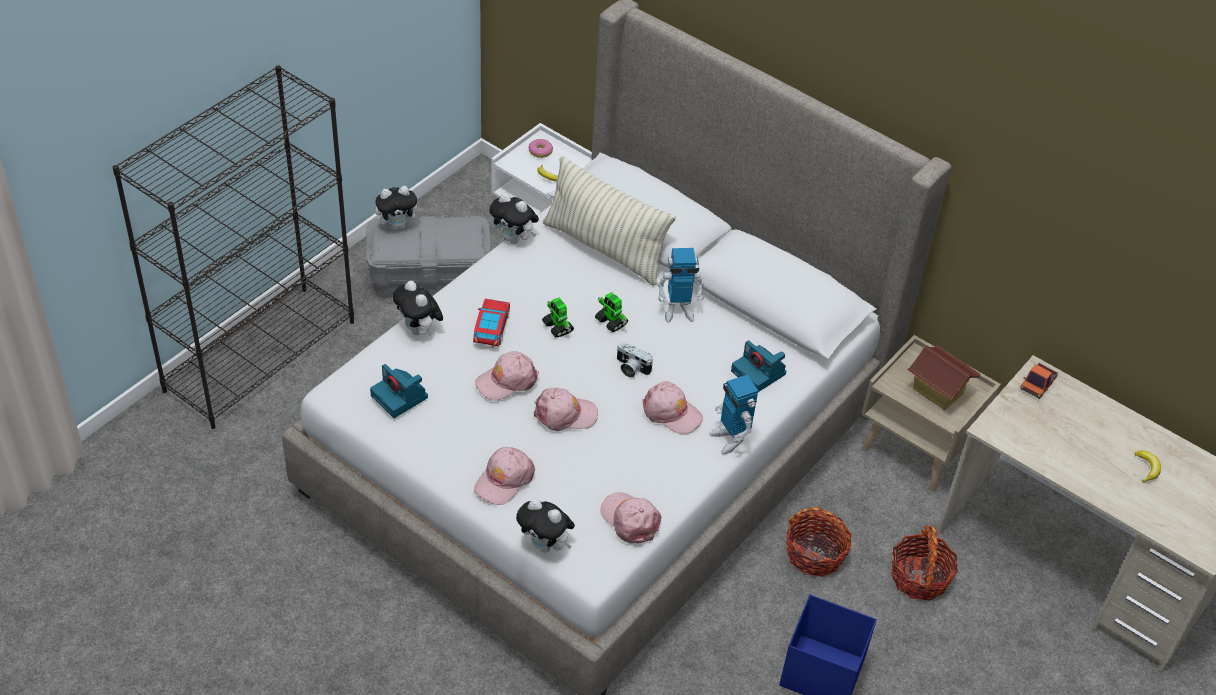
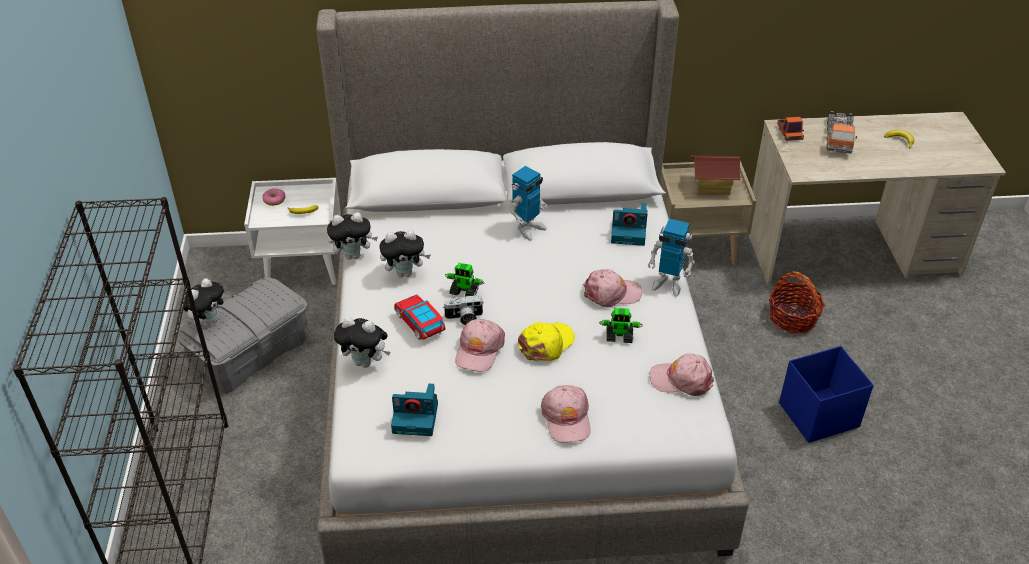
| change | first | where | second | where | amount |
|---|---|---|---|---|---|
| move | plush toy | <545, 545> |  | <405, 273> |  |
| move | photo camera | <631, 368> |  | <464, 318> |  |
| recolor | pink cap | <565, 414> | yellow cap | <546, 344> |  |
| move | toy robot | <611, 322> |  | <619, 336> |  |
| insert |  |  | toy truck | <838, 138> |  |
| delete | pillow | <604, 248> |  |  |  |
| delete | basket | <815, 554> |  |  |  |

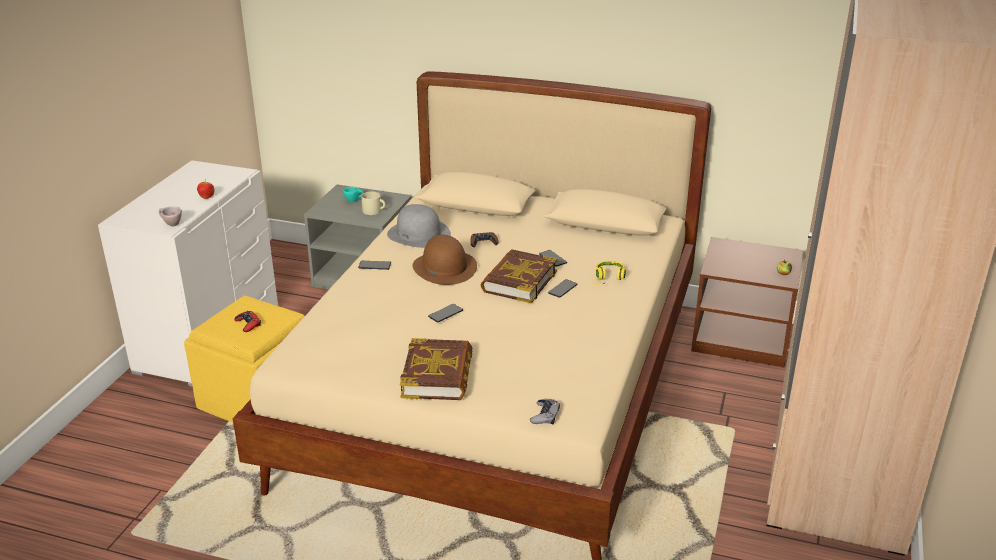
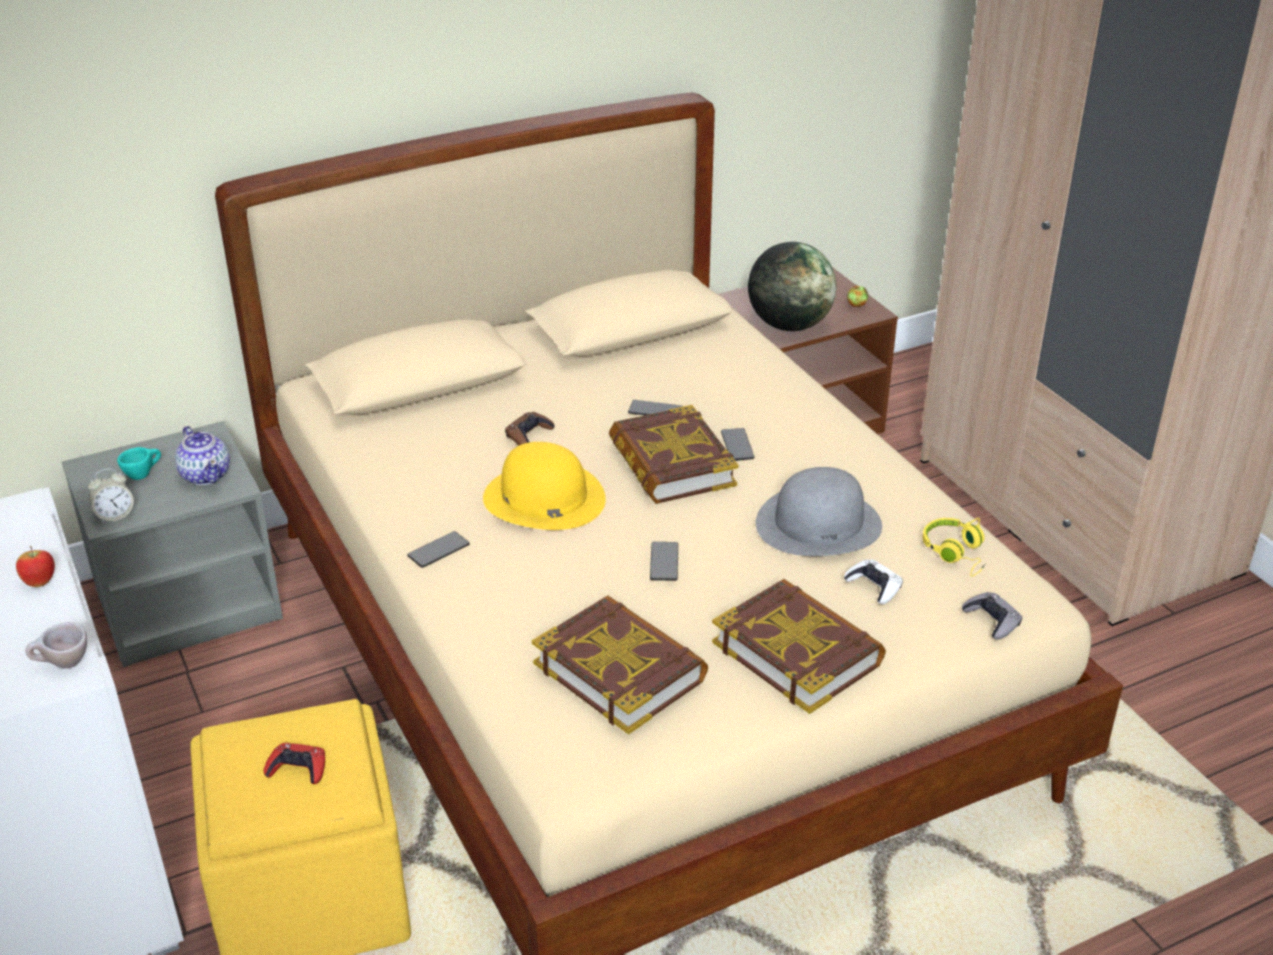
| change | first | where | second | where | amount |
|---|---|---|---|---|---|
| insert |  |  | alarm clock | <115, 515> |  |
| replace | beige mug | <374, 211> | teapot | <206, 474> |  |
| recolor | brown hat | <444, 267> | yellow hat | <543, 498> |  |
| insert |  |  | book | <620, 671> |  |
| insert |  |  | globe | <789, 325> |  |
| move | grey hat | <419, 234> |  | <819, 523> |  |
| insert |  |  | white game controller | <874, 586> |  |
| move | yellow headphones | <608, 278> |  | <956, 553> |  |

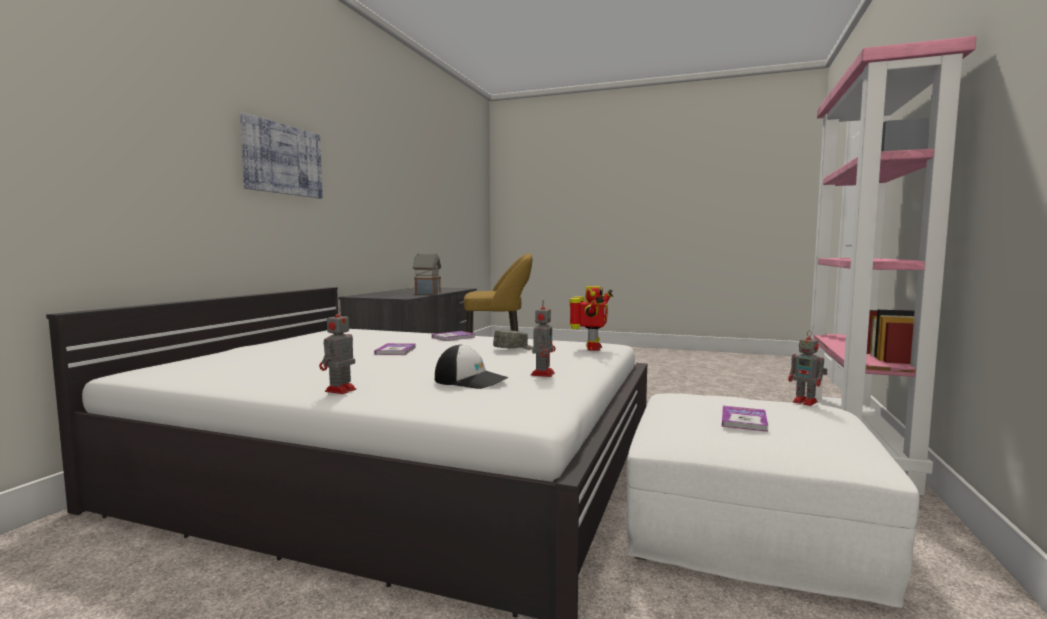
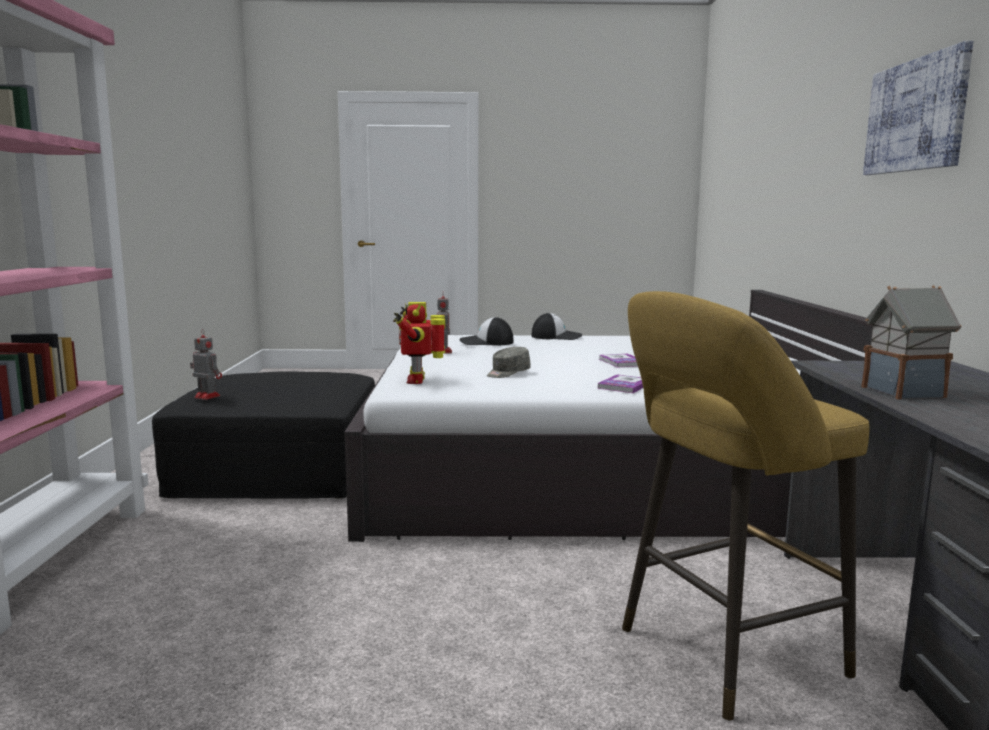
| change | first | where | second | where | amount |
|---|---|---|---|---|---|
| recolor | white ottoman | <746, 524> | black ottoman | <280, 469> |  |
| replace | toy robot | <339, 391> | cap | <557, 336> |  |
| delete | book | <744, 420> |  |  |  |

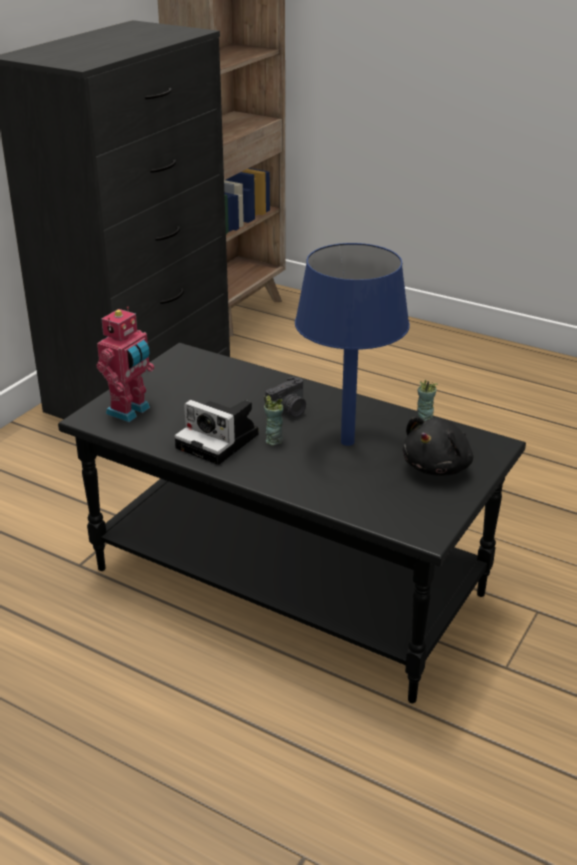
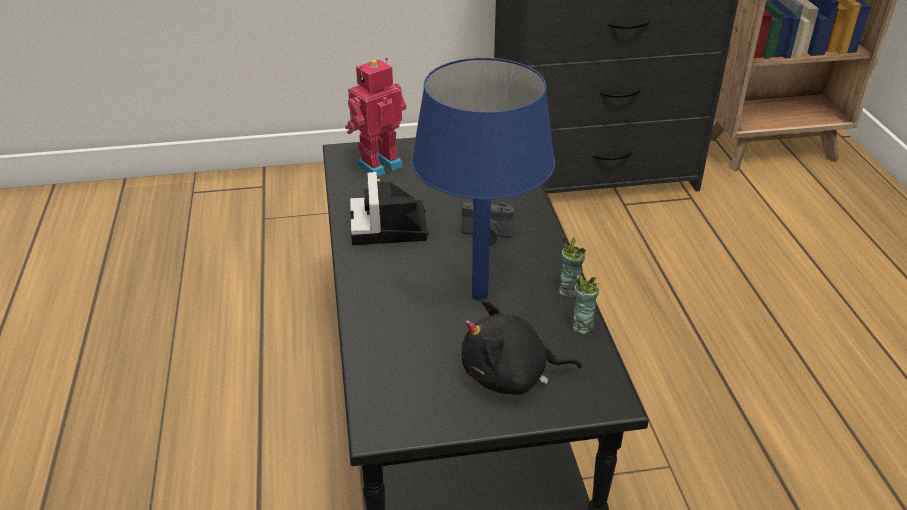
| change | first | where | second | where | amount |
|---|---|---|---|---|---|
| rotate | toy robot | <130, 411> |  | <378, 164> | 150 degrees clockwise |
| move | cup | <274, 440> |  | <569, 290> |  |

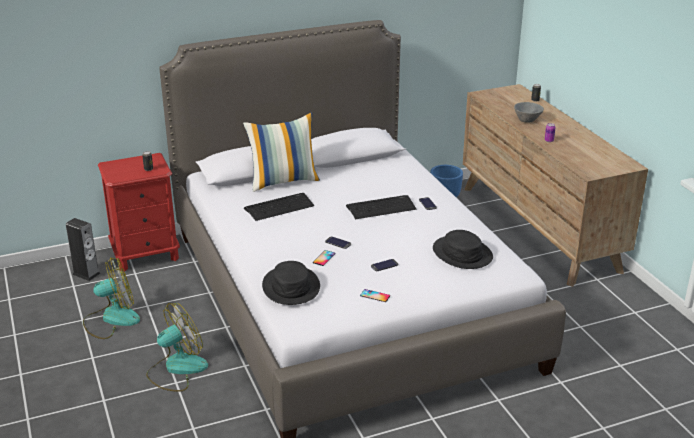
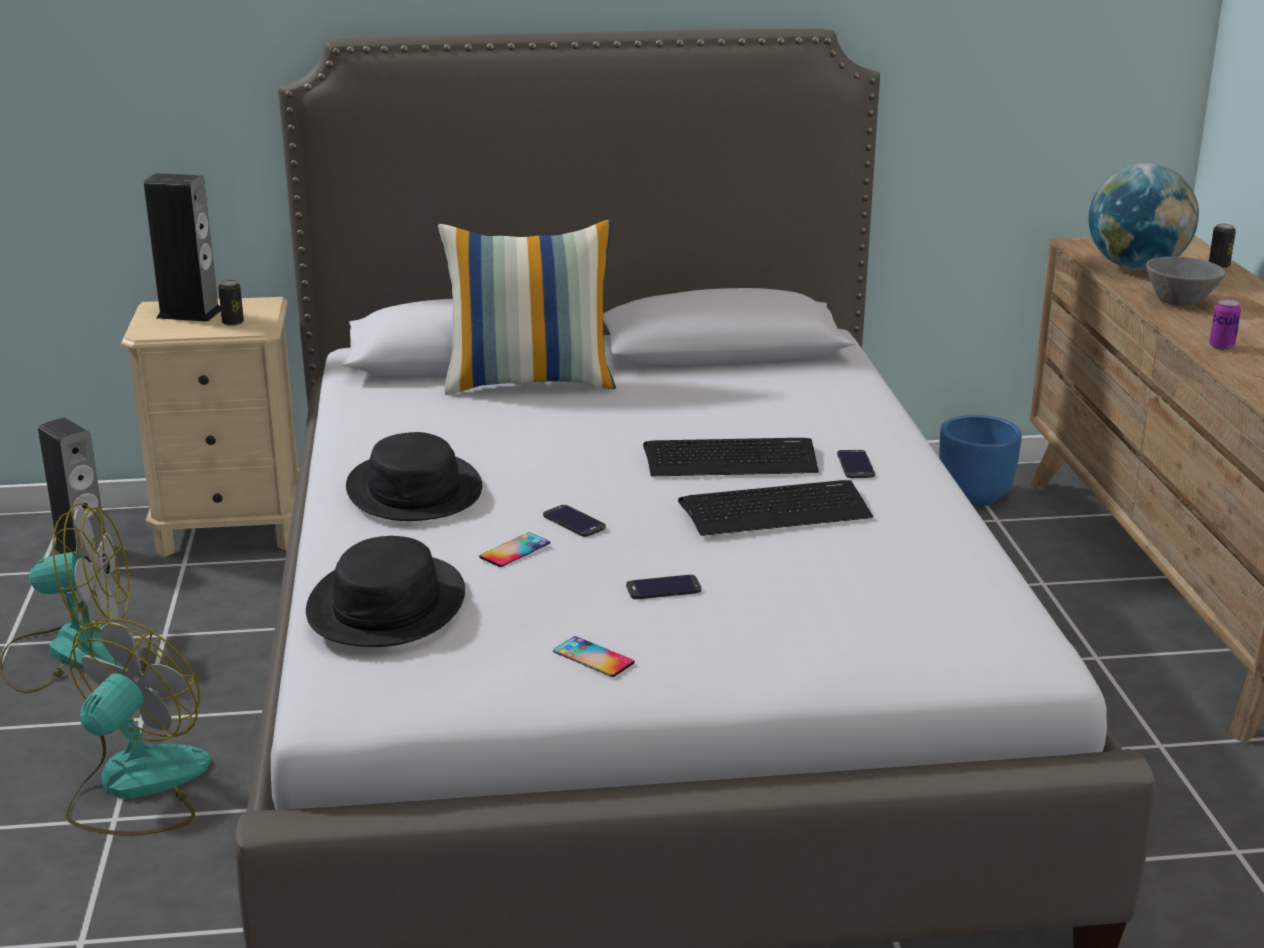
| change | first | where | second | where | amount |
|---|---|---|---|---|---|
| rotate | fan | <177, 369> |  | <137, 787> | 45 degrees counterclockwise |
| recolor | red nightstand | <146, 255> | beige nightstand | <231, 530> |  |
| insert |  |  | speaker | <189, 313> |  |
| move | black hat | <462, 253> |  | <415, 490> |  |
| move | keyboard | <279, 207> |  | <775, 510> |  |
| insert |  |  | globe | <1136, 267> |  |

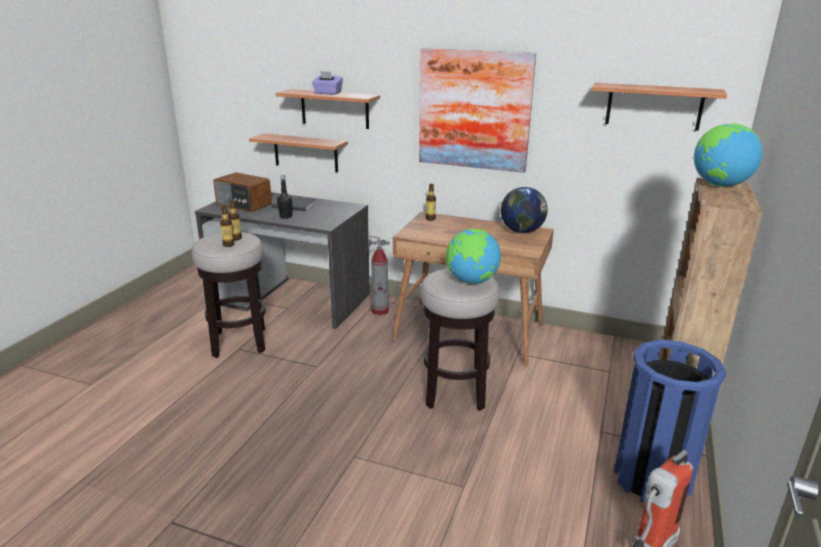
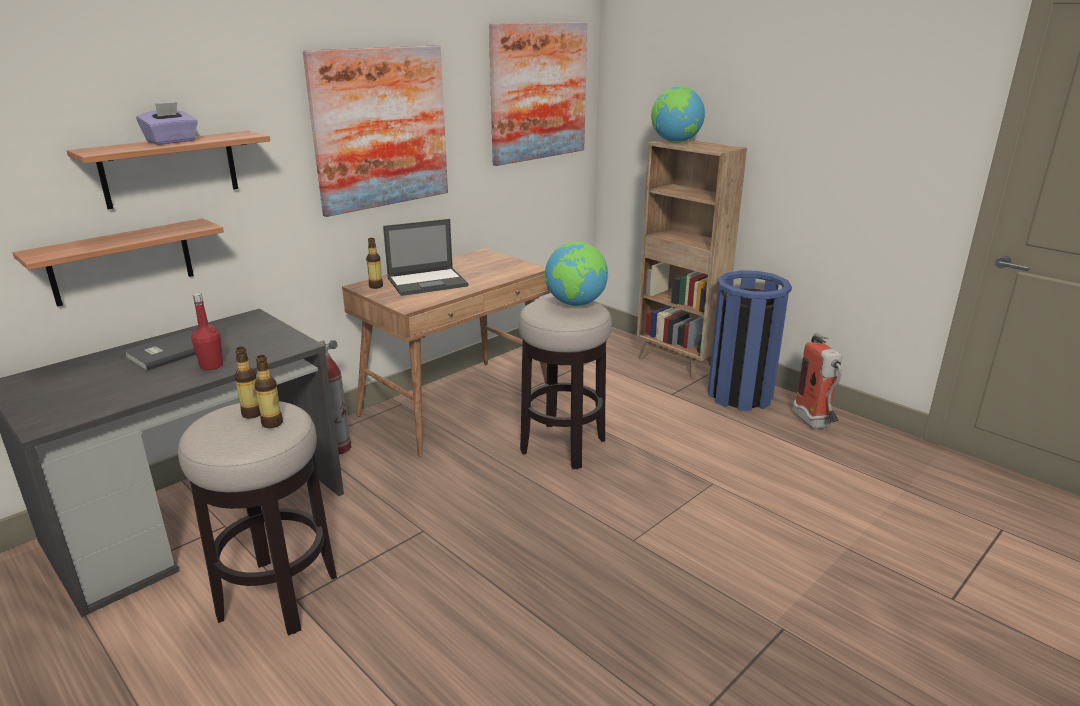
| change | first | where | second | where | amount |
|---|---|---|---|---|---|
| recolor | black bottle | <286, 216> | red bottle | <211, 365> |  |
| insert |  |  | laptop | <428, 282> |  |
| replace | shelf | <654, 106> | picture | <538, 92> |  |
| delete | radio | <243, 205> |  |  |  |
| delete | globe | <522, 231> |  |  |  |

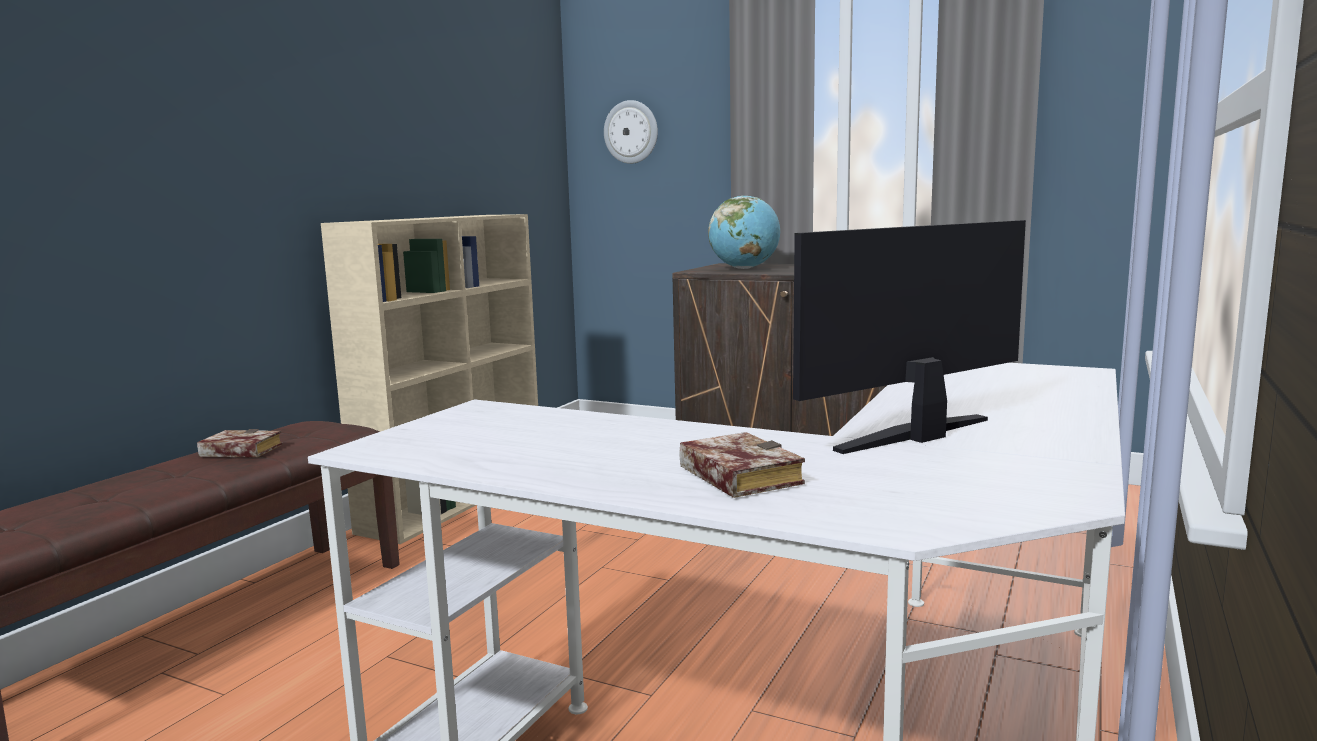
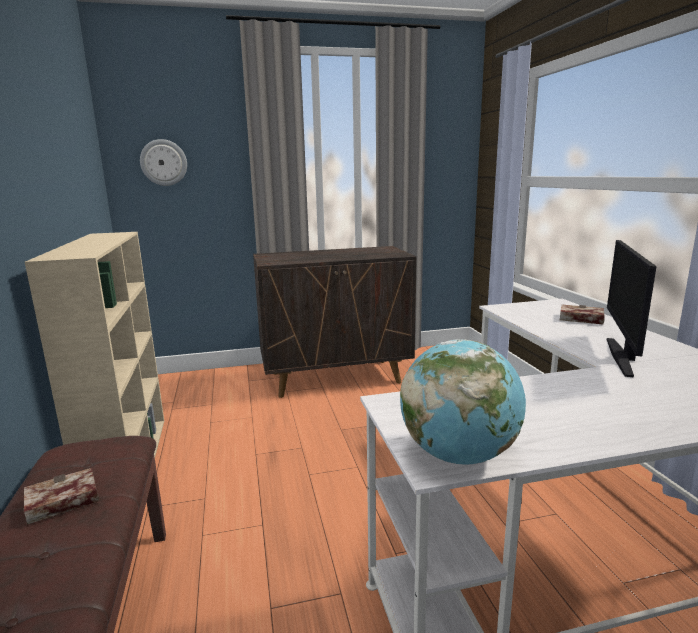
| change | first | where | second | where | amount |
|---|---|---|---|---|---|
| move | globe | <744, 268> |  | <458, 455> |  |
| move | book | <734, 476> |  | <579, 319> |  |

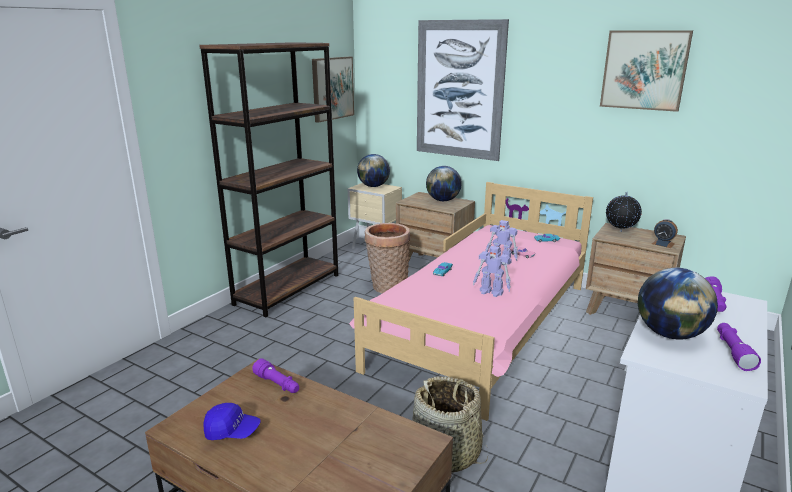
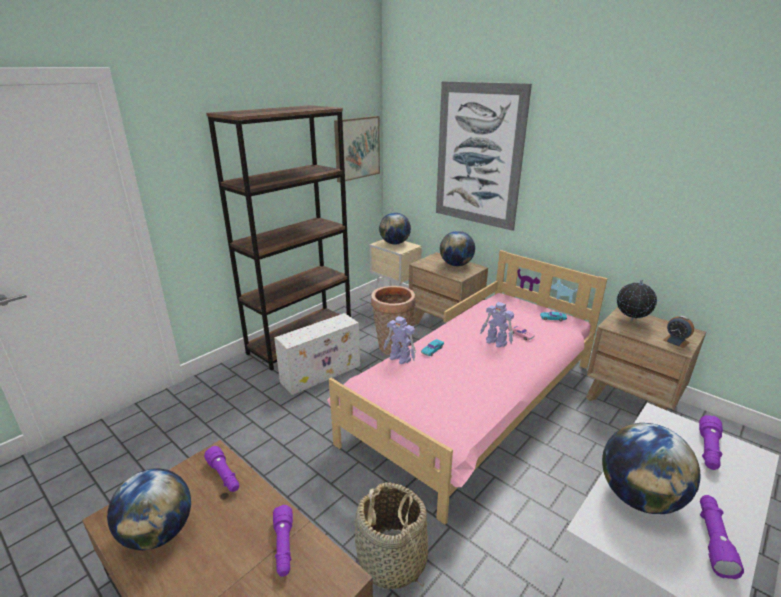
| change | first | where | second | where | amount |
|---|---|---|---|---|---|
| replace | blue cap | <232, 431> | globe | <159, 533> |  |
| insert |  |  | purple flashlight | <284, 547> |  |
| insert |  |  | white storage box | <322, 373> |  |
| move | toy robot | <491, 292> |  | <400, 358> |  |
| delete | picture | <644, 70> |  |  |  |

